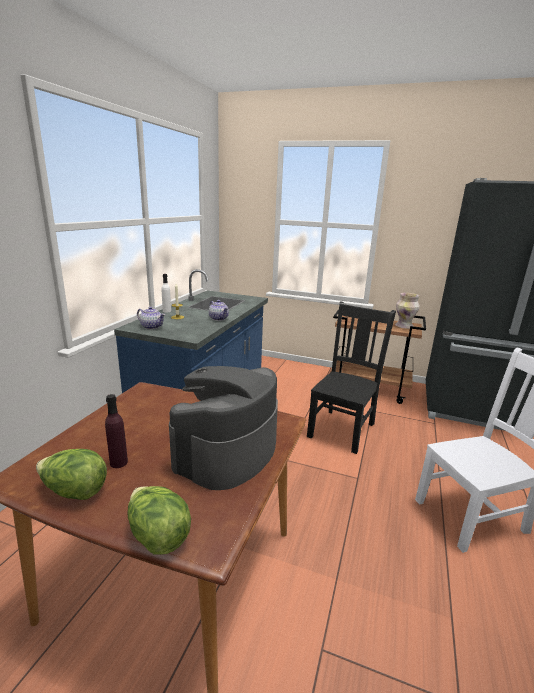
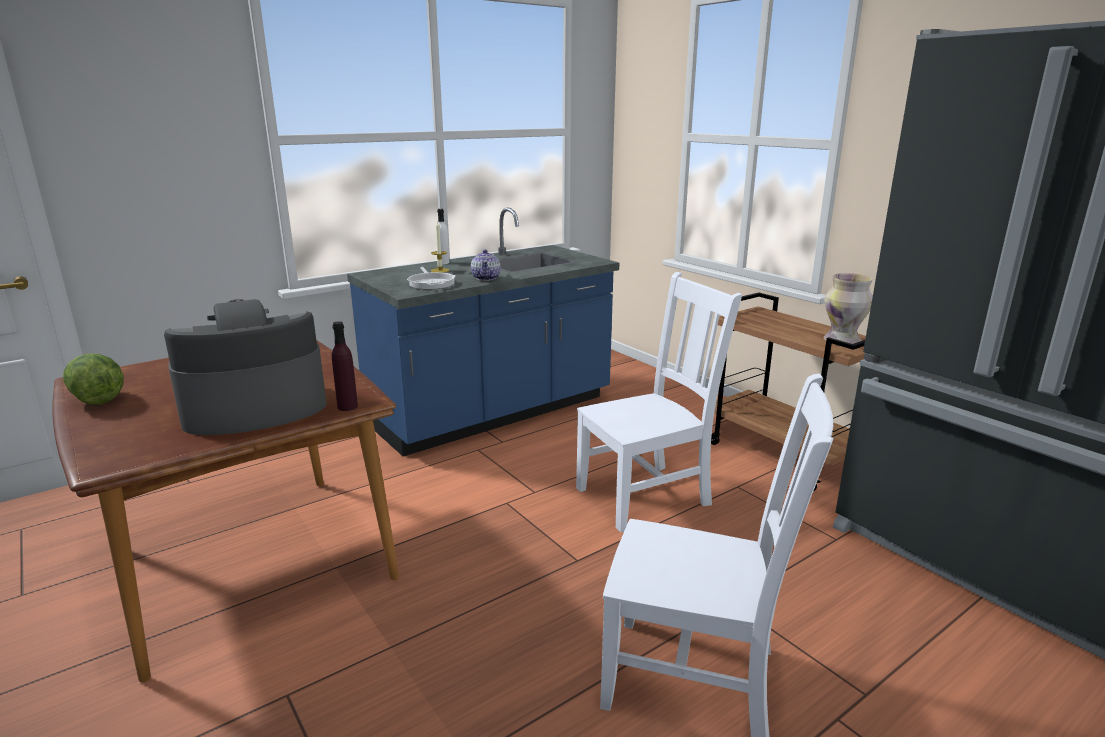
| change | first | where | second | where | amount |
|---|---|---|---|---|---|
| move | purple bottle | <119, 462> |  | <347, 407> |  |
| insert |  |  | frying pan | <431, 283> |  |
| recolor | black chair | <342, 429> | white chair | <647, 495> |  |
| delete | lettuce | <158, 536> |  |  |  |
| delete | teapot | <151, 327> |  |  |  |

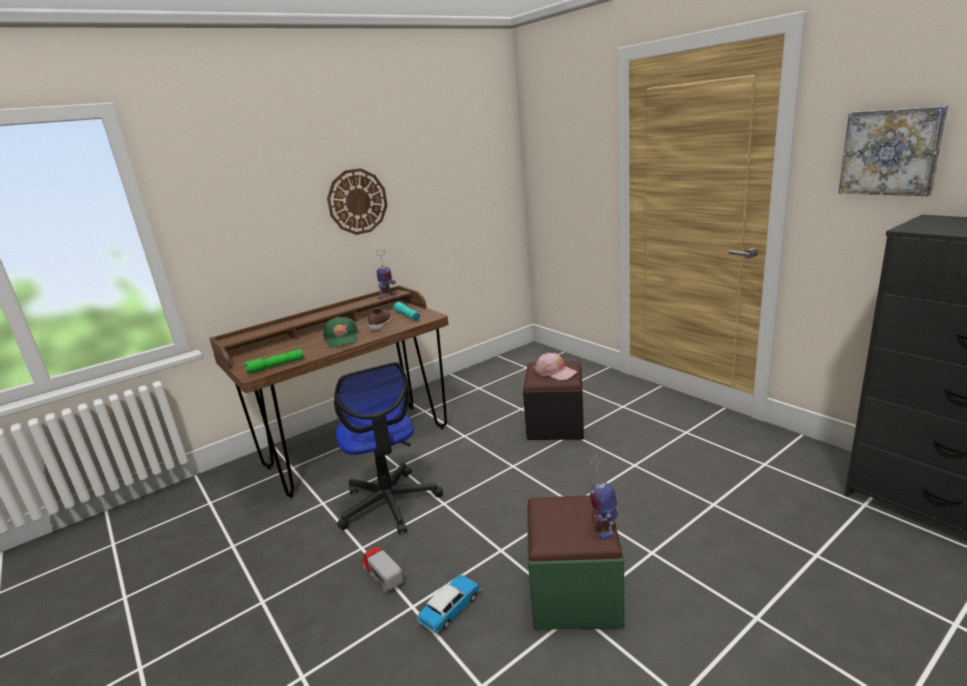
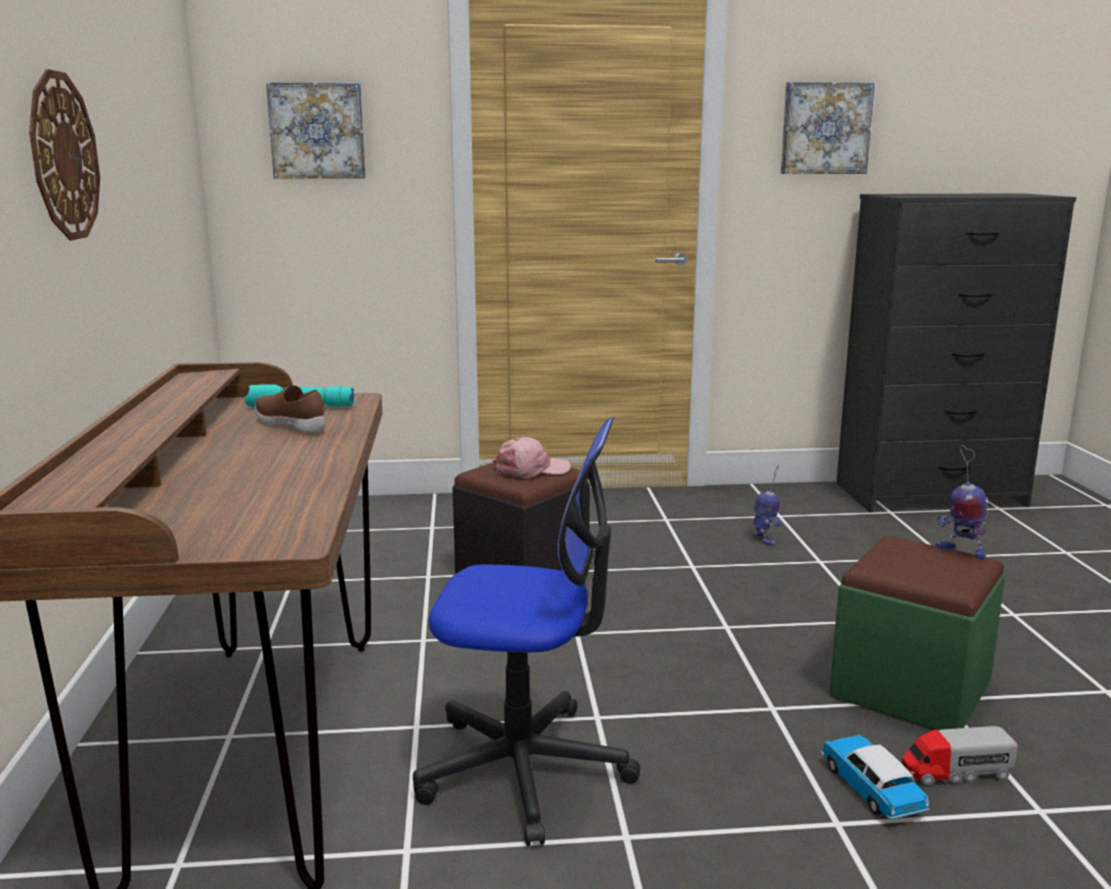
| change | first | where | second | where | amount |
|---|---|---|---|---|---|
| insert |  |  | picture | <317, 131> |  |
| move | toy robot | <386, 296> |  | <764, 540> |  |
| move | toy truck | <382, 575> |  | <954, 772> |  |
| delete | green flashlight | <275, 366> |  |  |  |
| delete | green cap | <342, 339> |  |  |  |

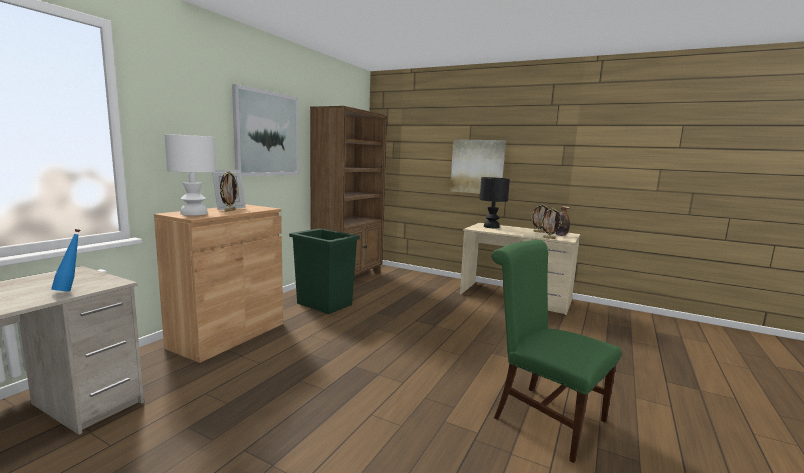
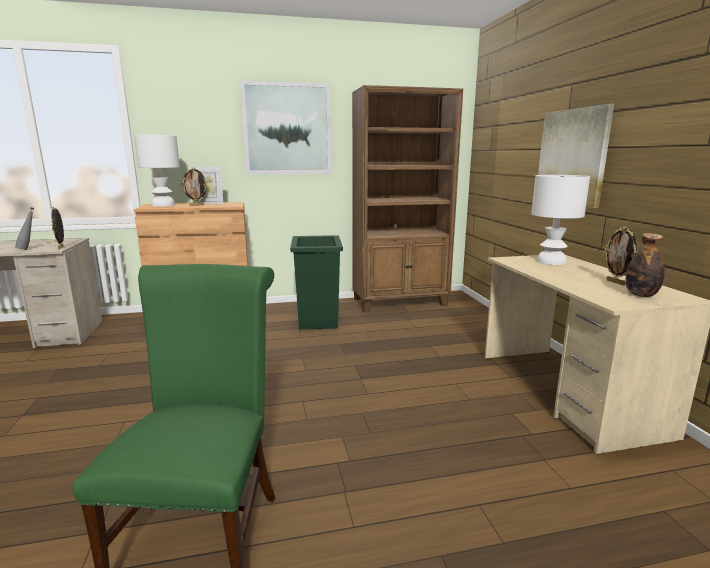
| change | first | where | second | where | amount |
|---|---|---|---|---|---|
| recolor | blue bottle | <70, 290> | grey bottle | <29, 249> |  |
| move | picture frame | <549, 238> |  | <61, 248> |  |
| recolor | black table lamp | <491, 227> | white table lamp | <551, 261> |  |

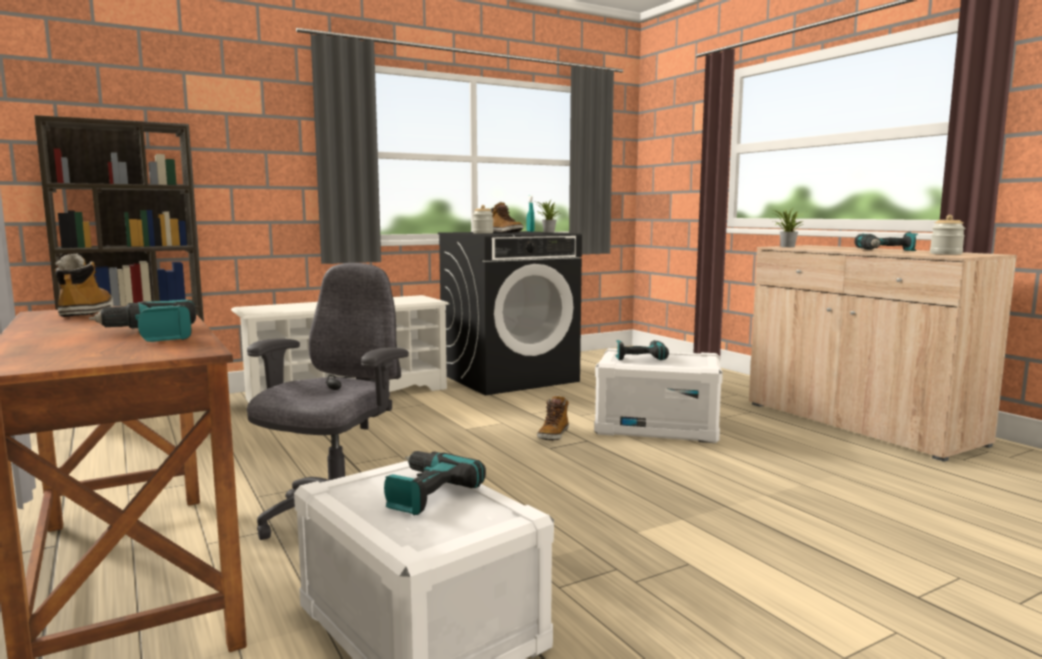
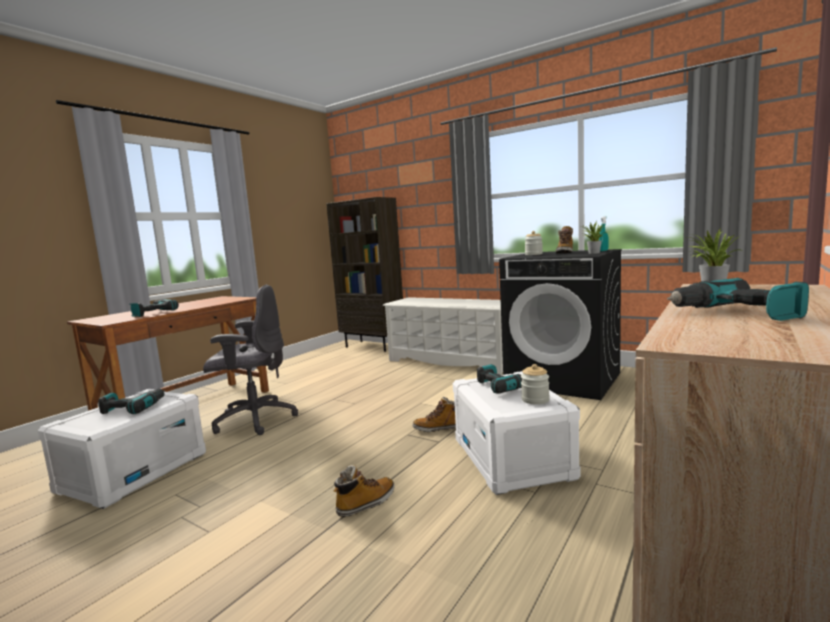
| change | first | where | second | where | amount |
|---|---|---|---|---|---|
| move | boot | <86, 313> |  | <366, 503> |  |
| move | jar | <945, 254> |  | <535, 400> |  |

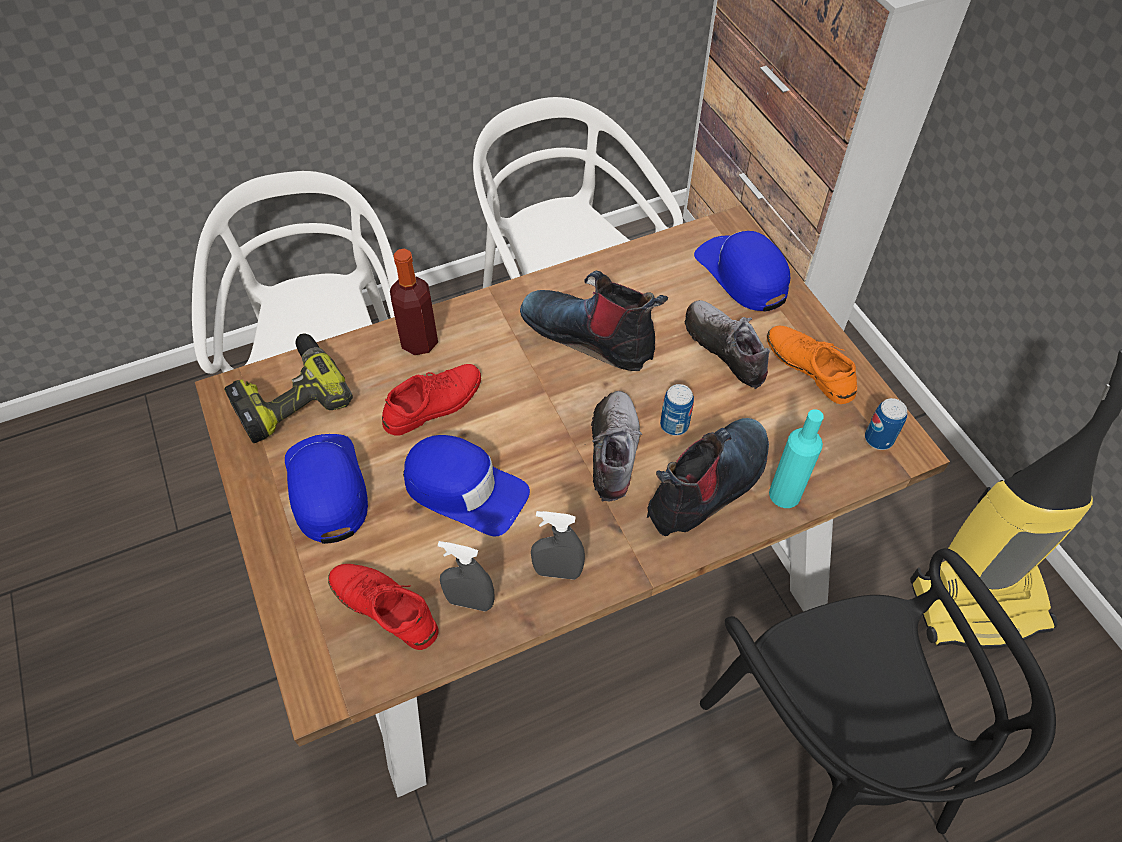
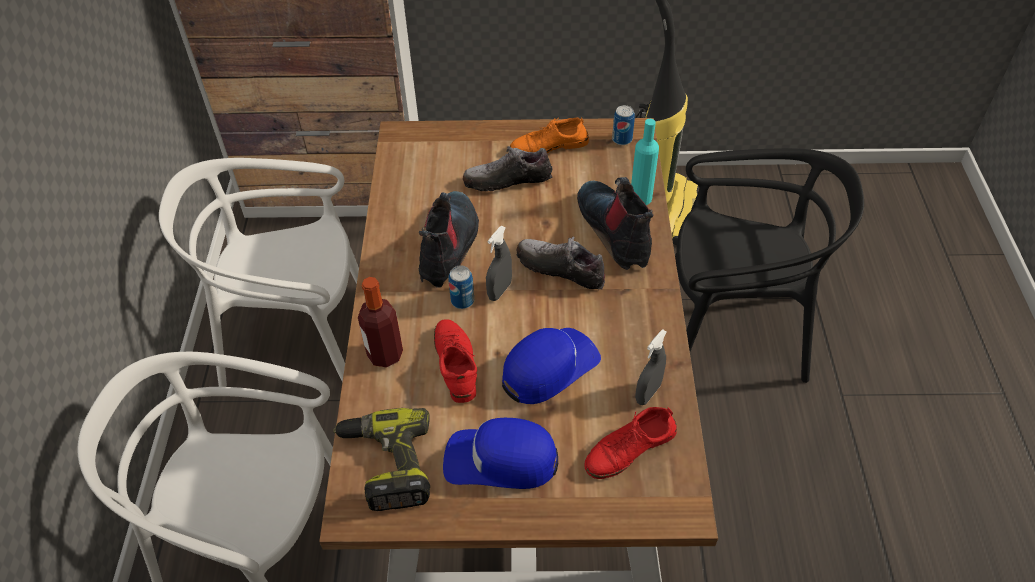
| change | first | where | second | where | amount |
|---|---|---|---|---|---|
| rotate | boot | <590, 335> |  | <449, 246> | 135 degrees clockwise |
| move | can | <674, 425> |  | <462, 301> |  |
| move | grey spray bottle | <557, 572> |  | <499, 291> |  |
| delete | blue cap | <742, 274> |  |  |  |

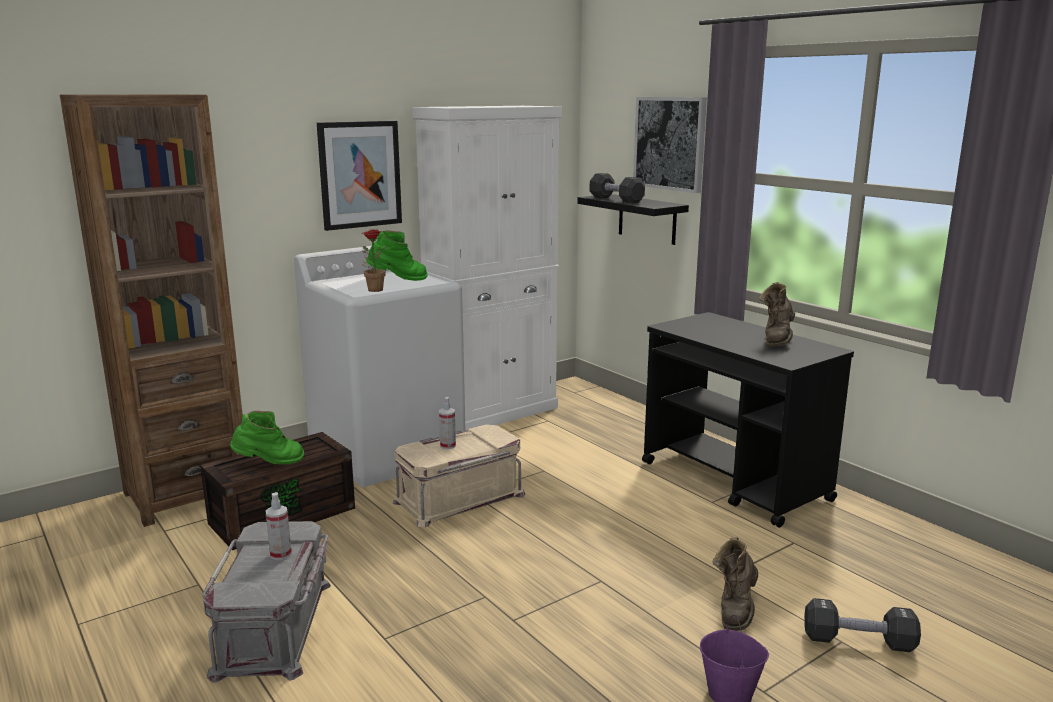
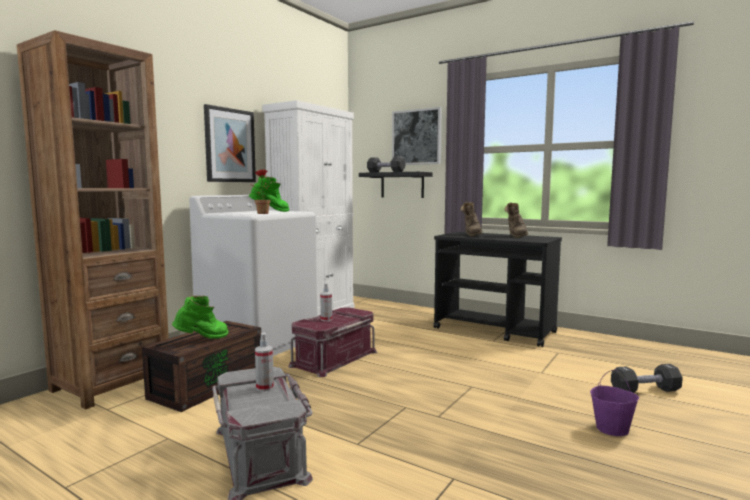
| change | first | where | second | where | amount |
|---|---|---|---|---|---|
| recolor | beige storage box | <459, 497> | red storage box | <333, 358> |  |
| move | brown boot | <736, 610> |  | <471, 235> |  |

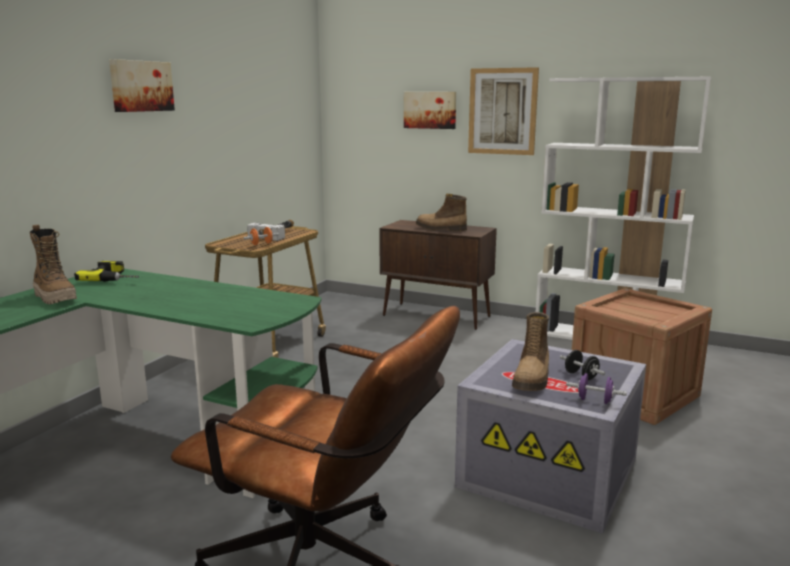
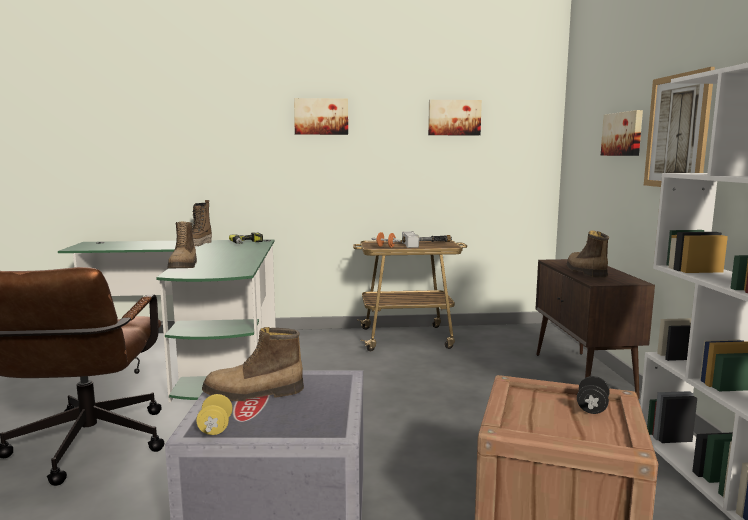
| change | first | where | second | where | amount |
|---|---|---|---|---|---|
| insert |  |  | boot | <184, 266> |  |
| recolor | purple dumbbell | <594, 400> | yellow dumbbell | <215, 428> |  |
| insert |  |  | picture | <454, 117> |  |
| move | black dumbbell | <581, 376> |  | <592, 408> |  |

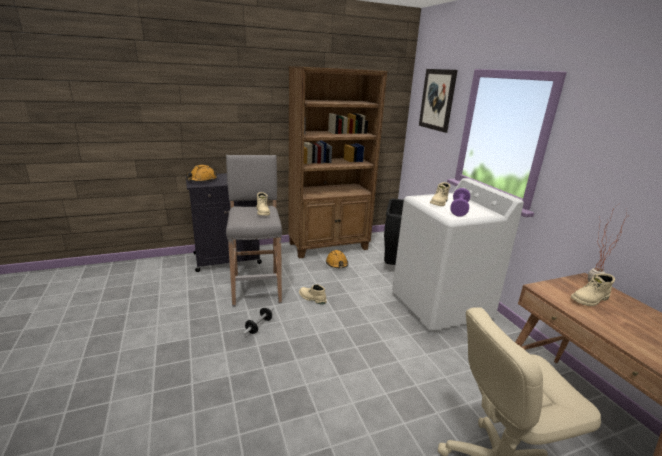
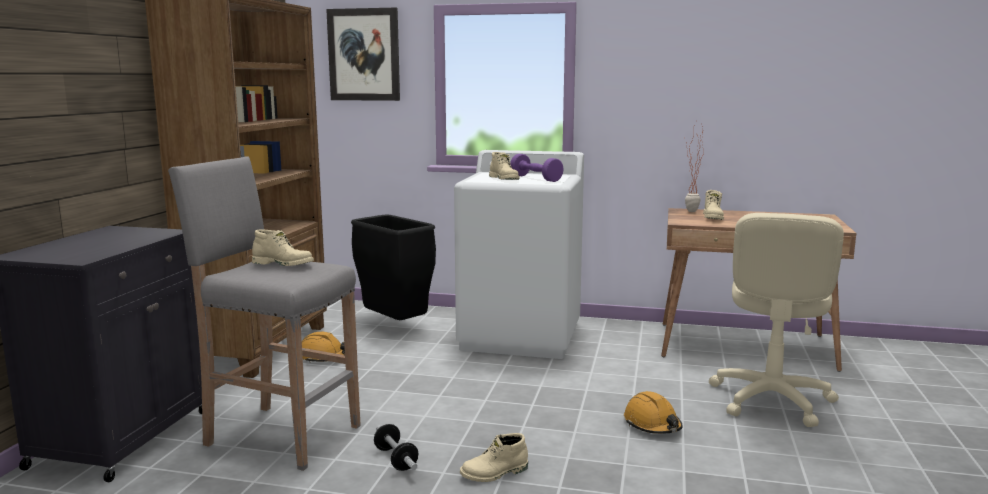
| change | first | where | second | where | amount |
|---|---|---|---|---|---|
| move | beige boot | <312, 298> |  | <494, 473> |  |
| move | orange hard hat | <201, 180> |  | <652, 425> |  |

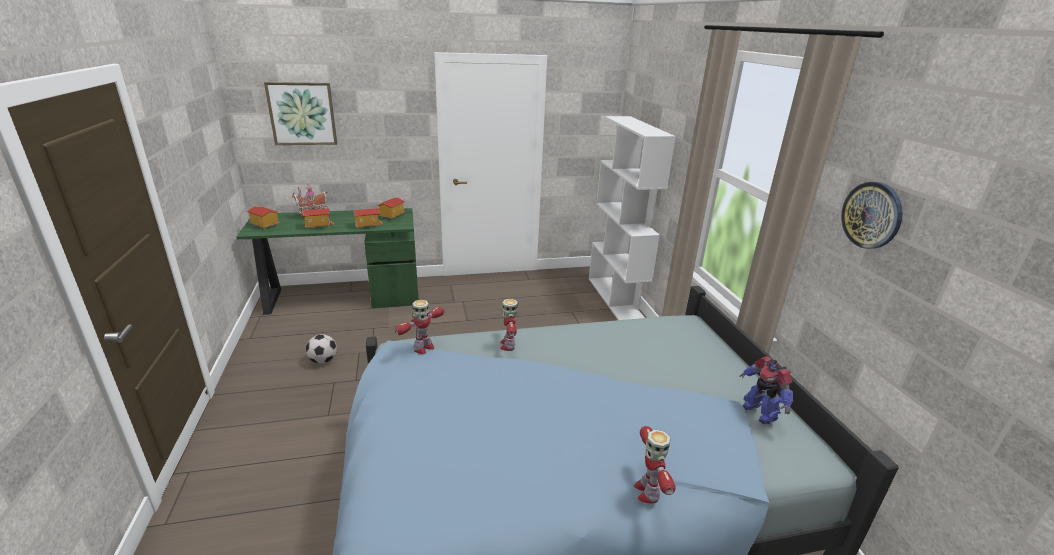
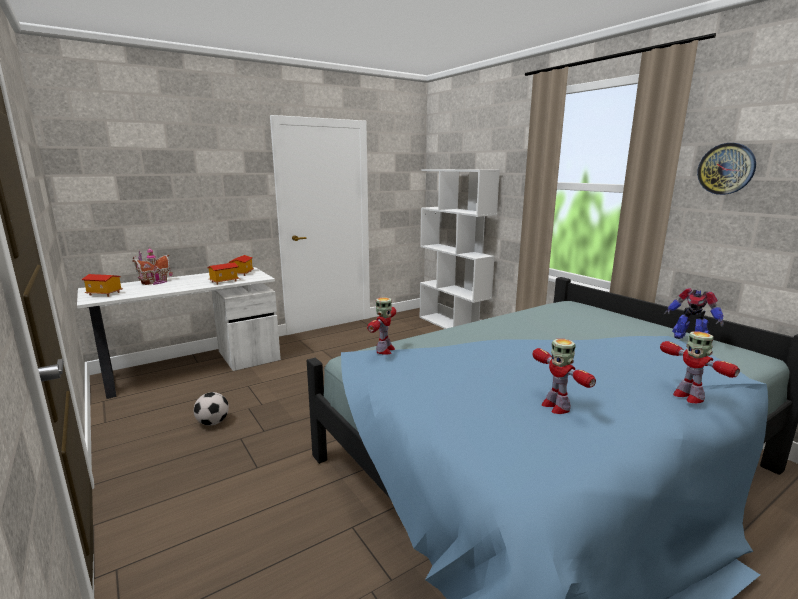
| change | first | where | second | where | amount |
|---|---|---|---|---|---|
| recolor | green desk | <342, 296> | white desk | <192, 367> |  |
| move | toy robot | <508, 345> |  | <555, 406> |  |
| delete | picture | <302, 114> |  |  |  |
| delete | toy house | <318, 225> |  |  |  |

